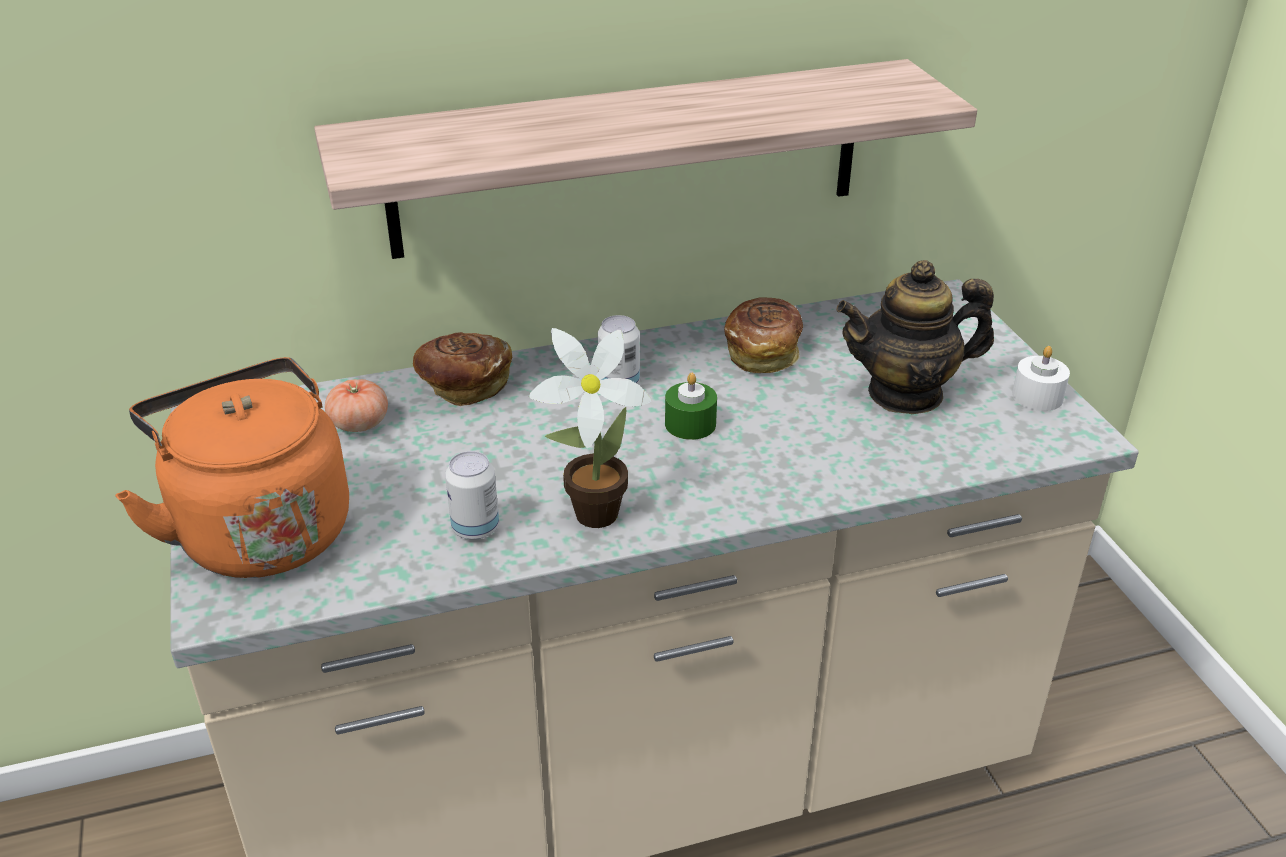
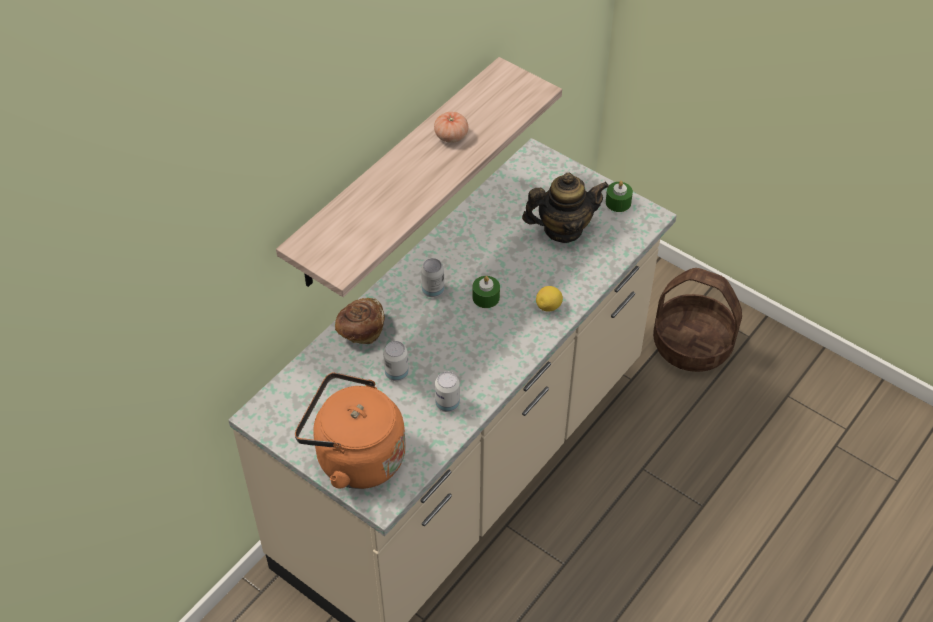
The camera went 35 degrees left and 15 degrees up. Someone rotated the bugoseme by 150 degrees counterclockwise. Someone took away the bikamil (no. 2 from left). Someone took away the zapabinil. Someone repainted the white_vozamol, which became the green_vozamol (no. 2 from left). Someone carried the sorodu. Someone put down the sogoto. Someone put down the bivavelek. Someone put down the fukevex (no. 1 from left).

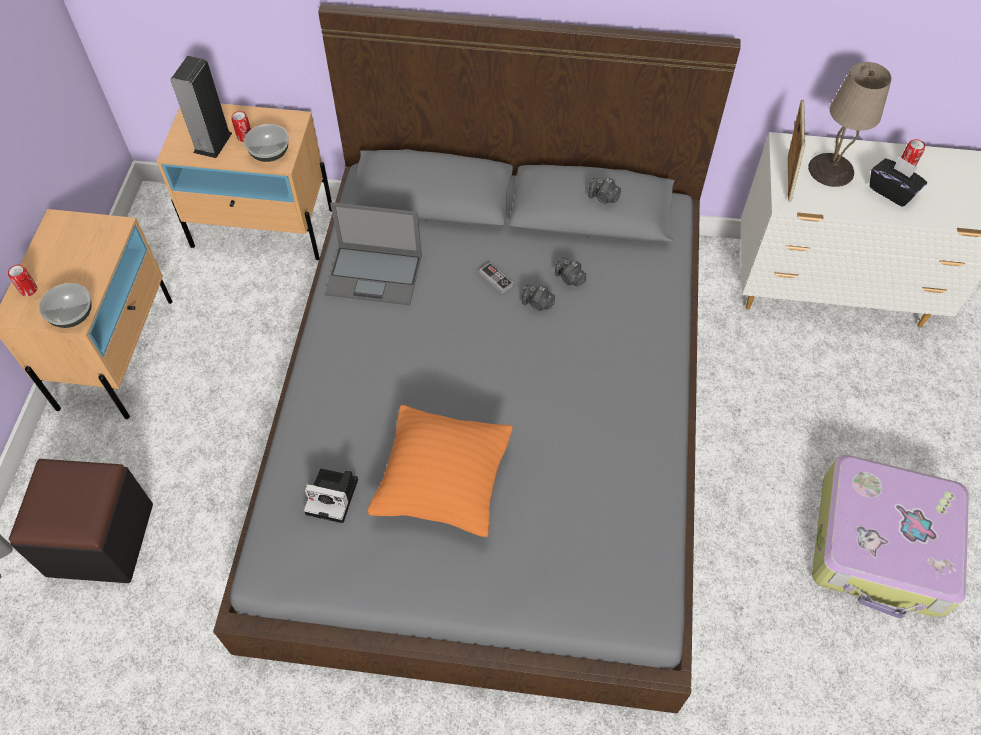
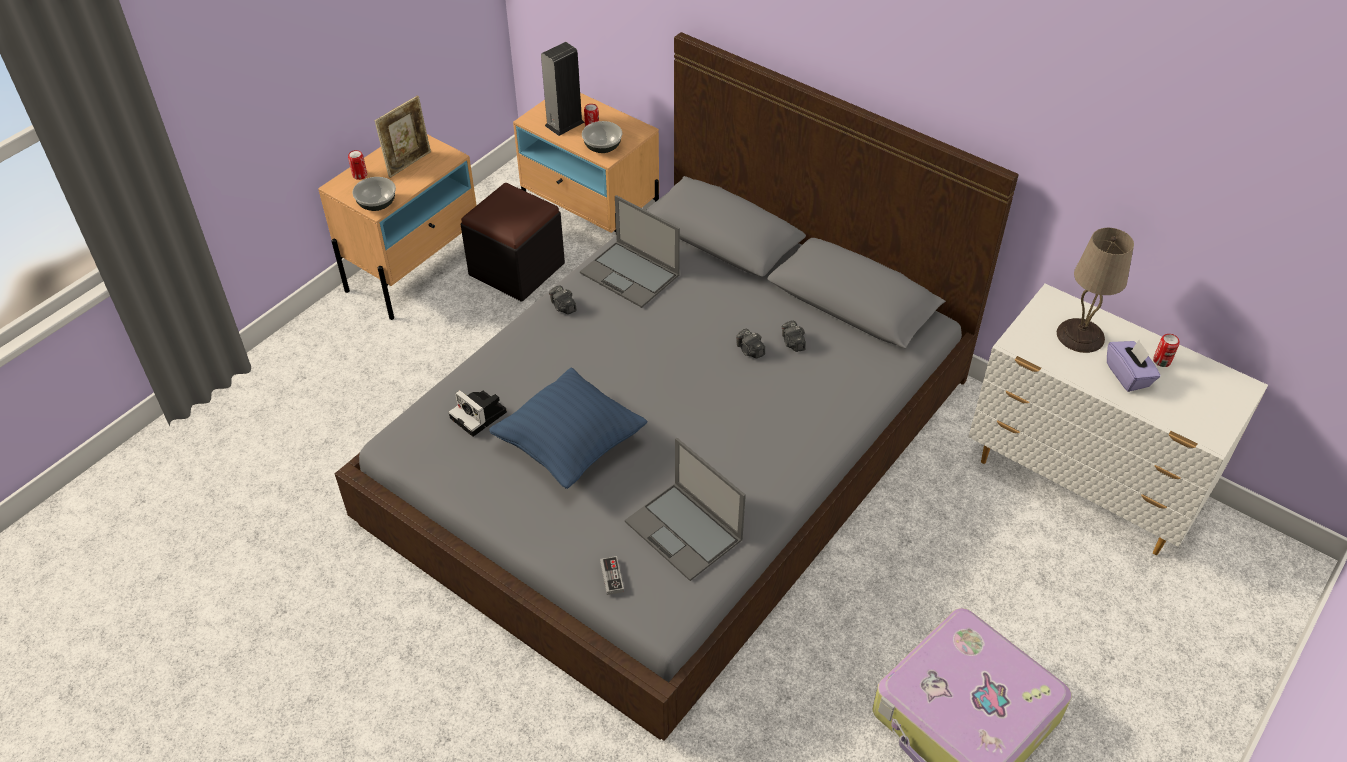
The camera went 30 degrees right and 10 degrees down. Someone carried the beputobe. Someone repainted the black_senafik, which became the purple_senafik. Someone carried the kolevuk (no. 4 from left in the first image). Someone carried the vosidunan. Someone repainted the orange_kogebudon, which became the blue_kogebudon. Someone carried the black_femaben. Someone put down the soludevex (no. 2 from left).

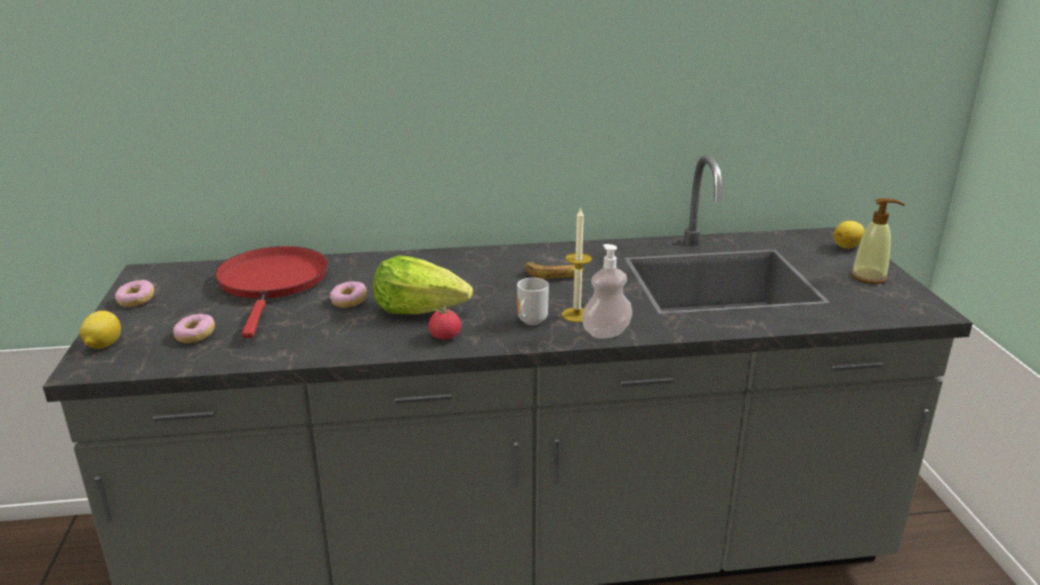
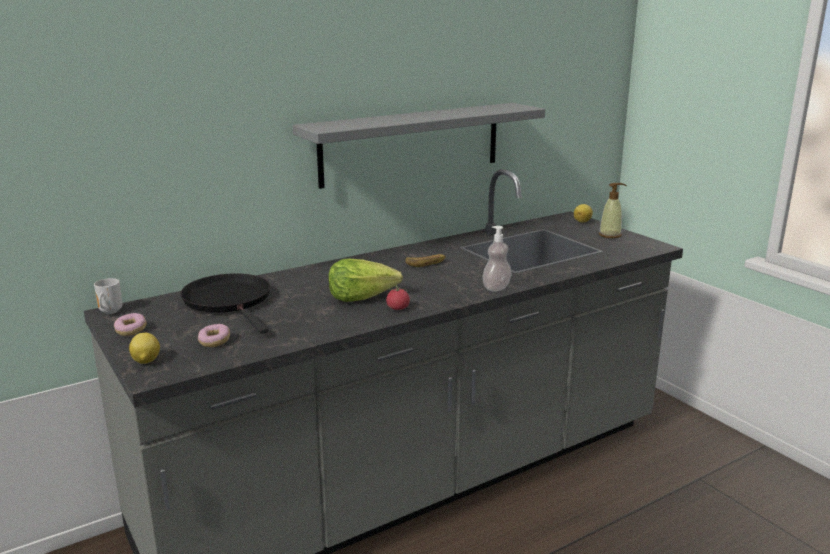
The camera went 25 degrees left and 5 degrees down. Someone took away the vozamol. Someone repainted the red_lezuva, which became the black_lezuva. Someone carried the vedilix. Someone took away the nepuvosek (no. 3 from left). Someone put up the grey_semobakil.

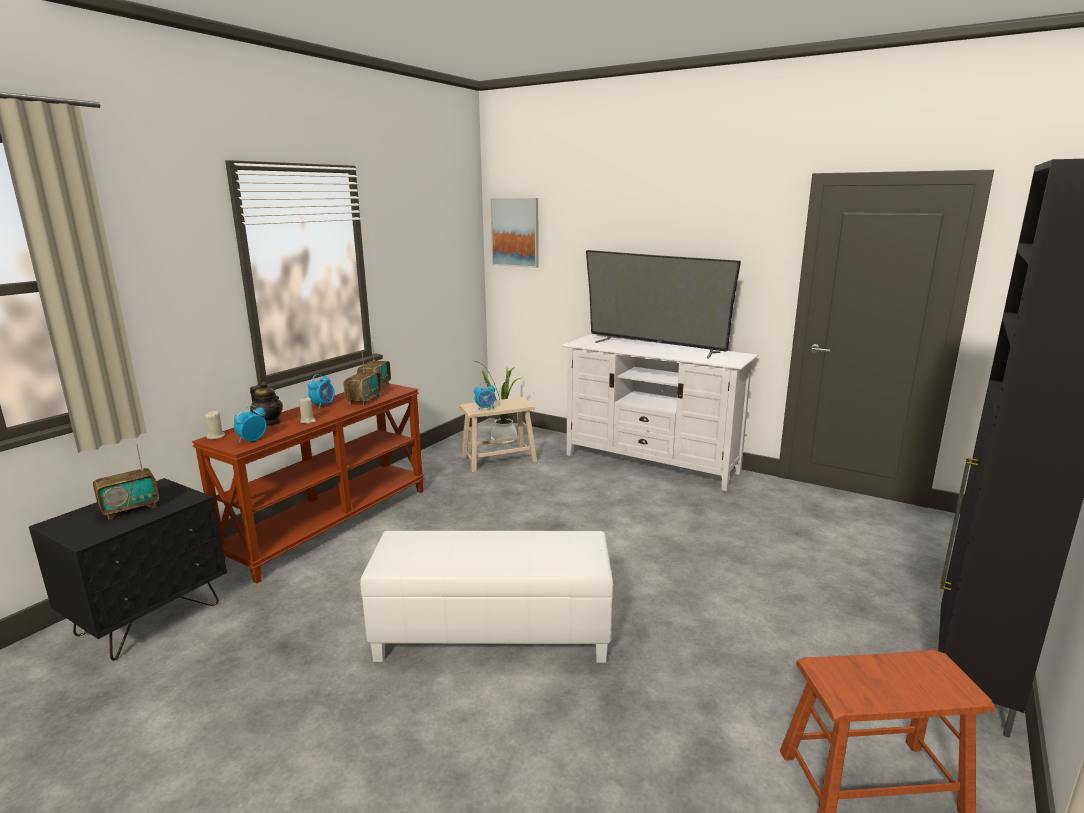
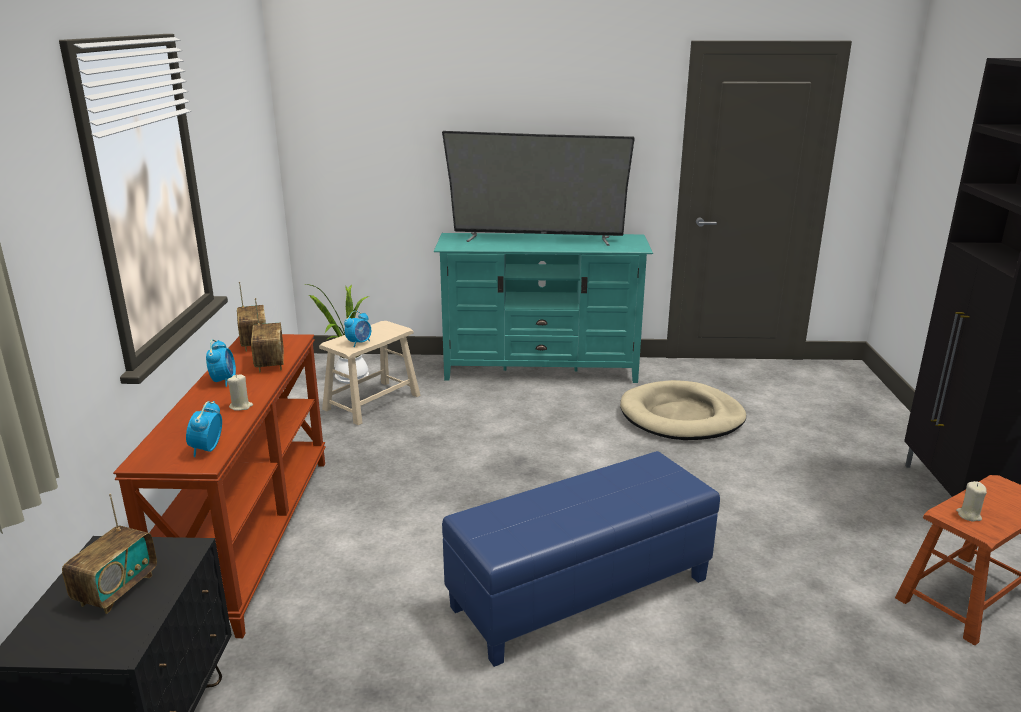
The camera went 30 degrees left and 5 degrees up. Someone took away the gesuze. Someone repainted the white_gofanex, which became the turquoise_gofanex. Someone took away the bugoseme. Someone carried the beige_vozamol (no. 1 from left in the first image). Someone repainted the white_femaben, which became the blue_femaben. Someone put down the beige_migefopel.

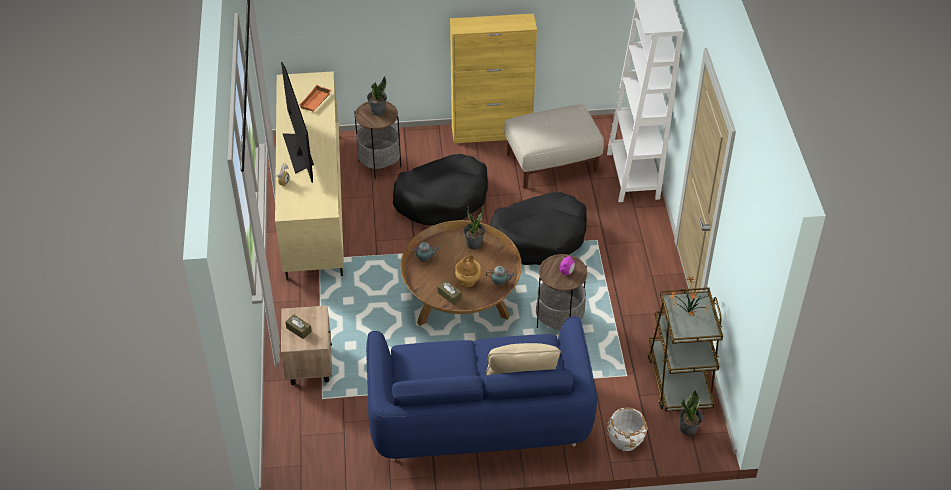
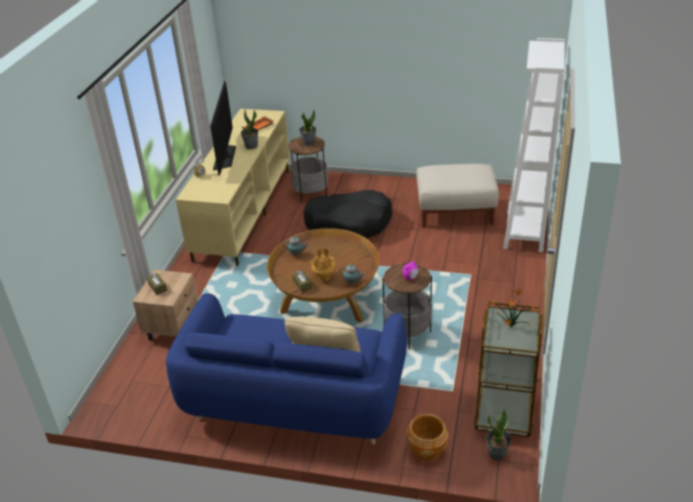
The camera went 20 degrees right and 10 degrees down. Someone took away the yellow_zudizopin. Someone took away the black_migefopel (no. 2 from left). Someone carried the zapabinil (no. 2 from left in the first image). Someone repainted the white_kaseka, which became the brown_kaseka.

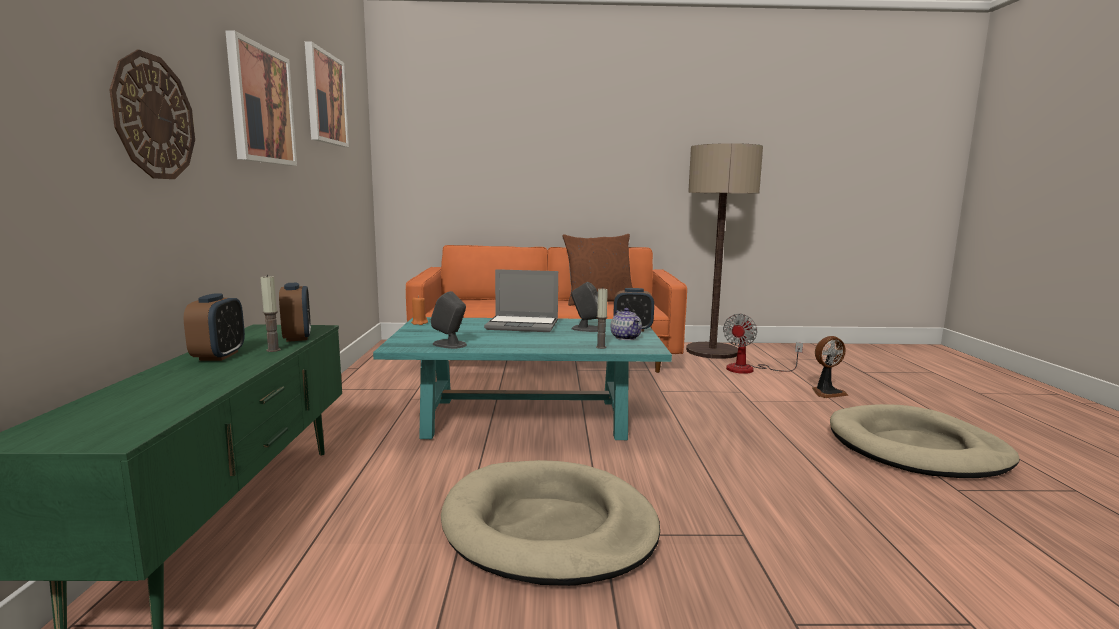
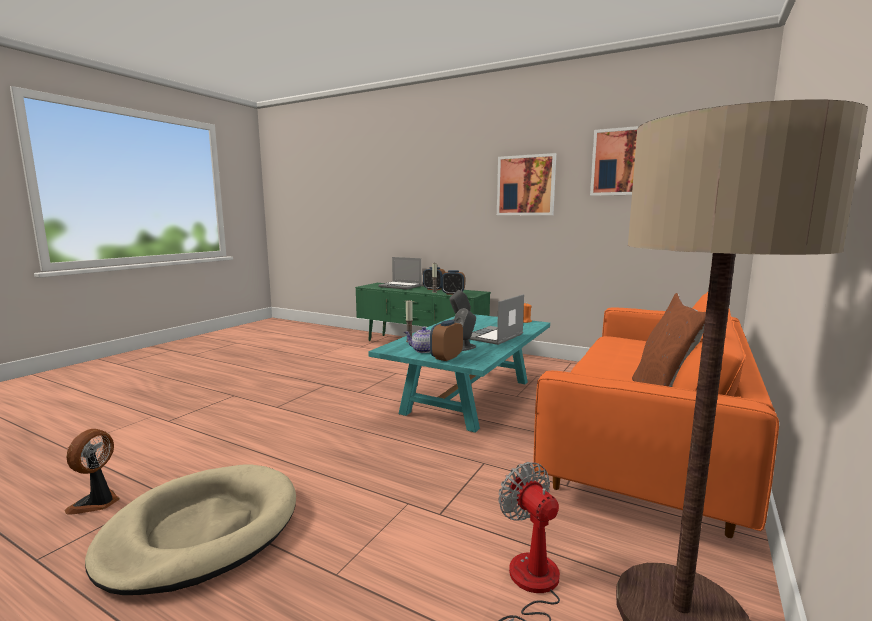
The camera went 120 degrees right and 0 degrees up. Someone took away the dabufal. Someone carried the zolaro (no. 2 from left in the first image). Someone took away the beige_migefopel (no. 1 from left). Someone put down the soludevex (no. 1 from left).

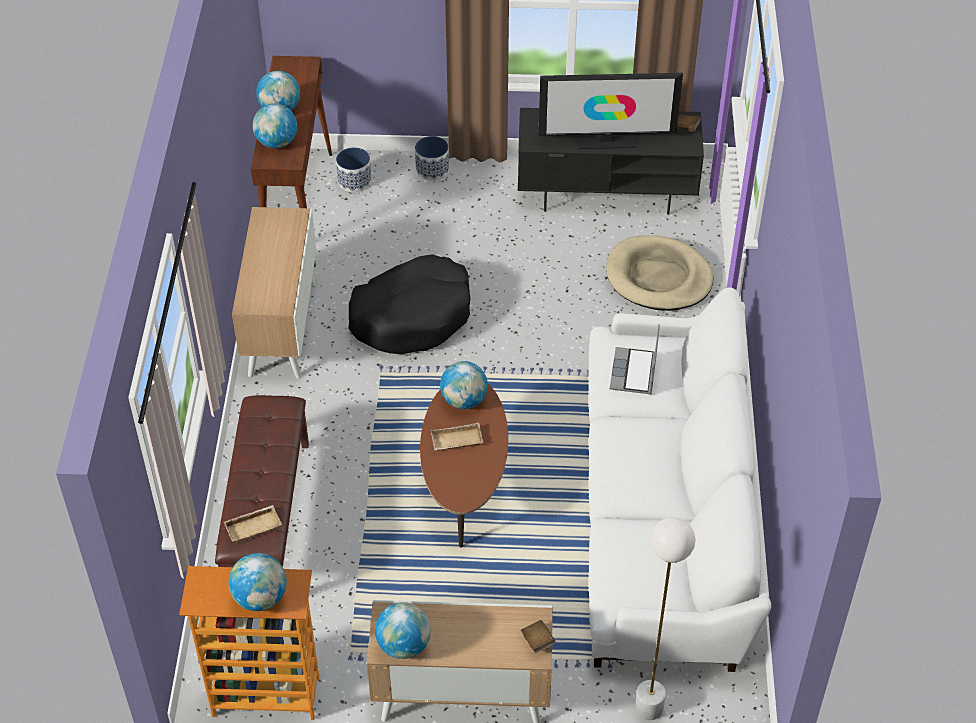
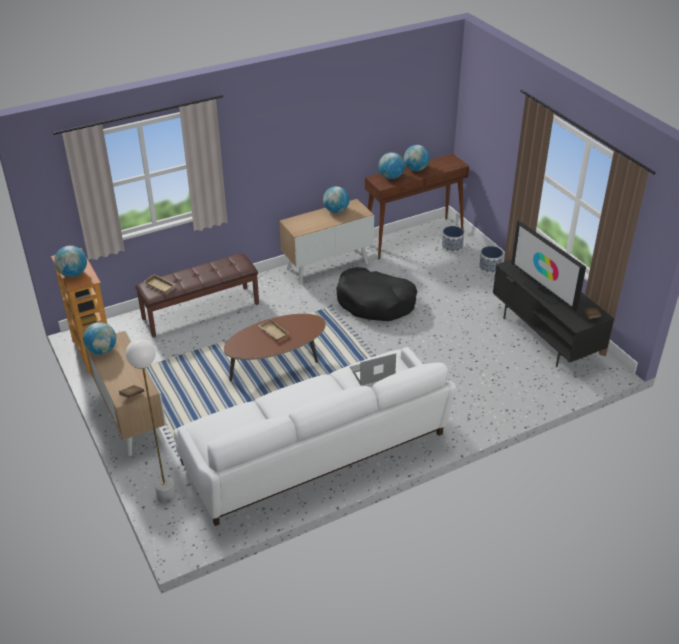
The camera went 60 degrees right and 10 degrees down. Someone took away the beige_migefopel. Someone carried the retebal (no. 5 from left in the first image).

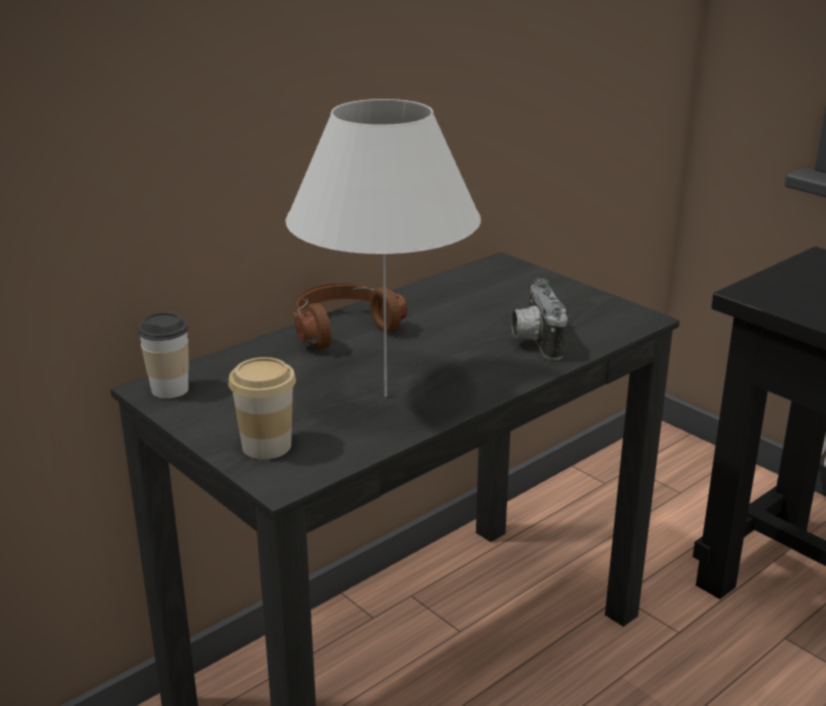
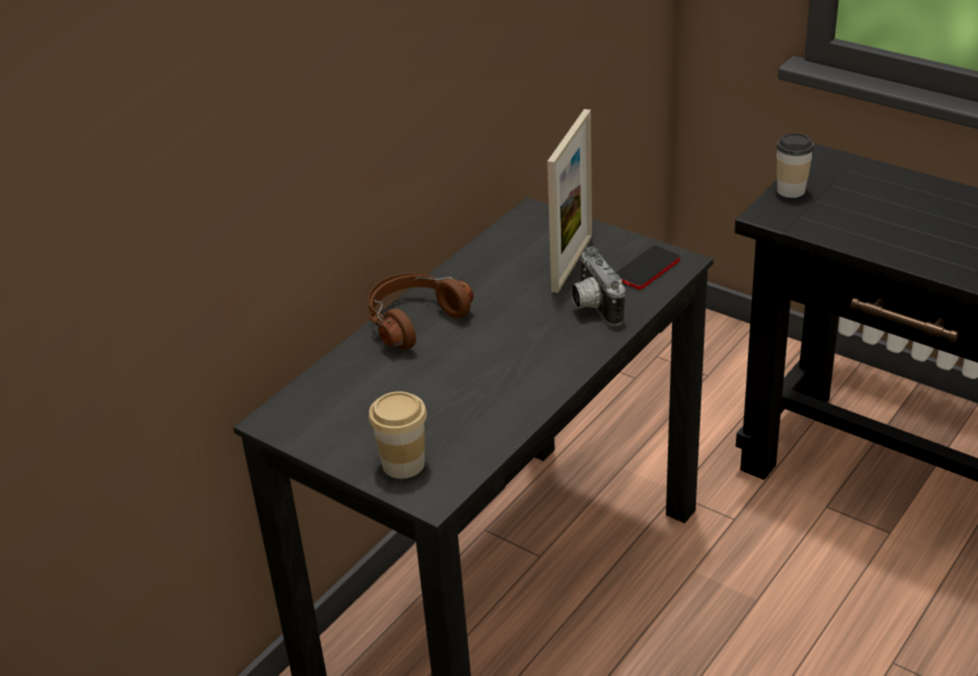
The camera went 10 degrees left and 10 degrees up. Someone took away the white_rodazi. Someone carried the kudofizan (no. 1 from left in the first image). Someone put down the beputobe. Someone put down the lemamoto.

